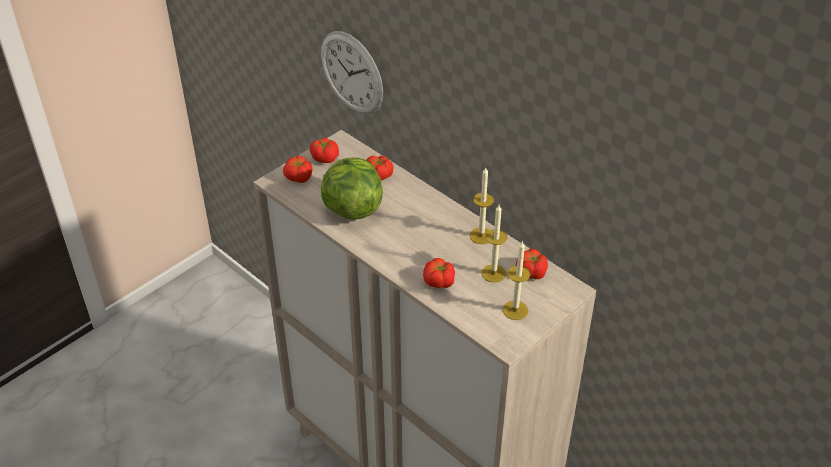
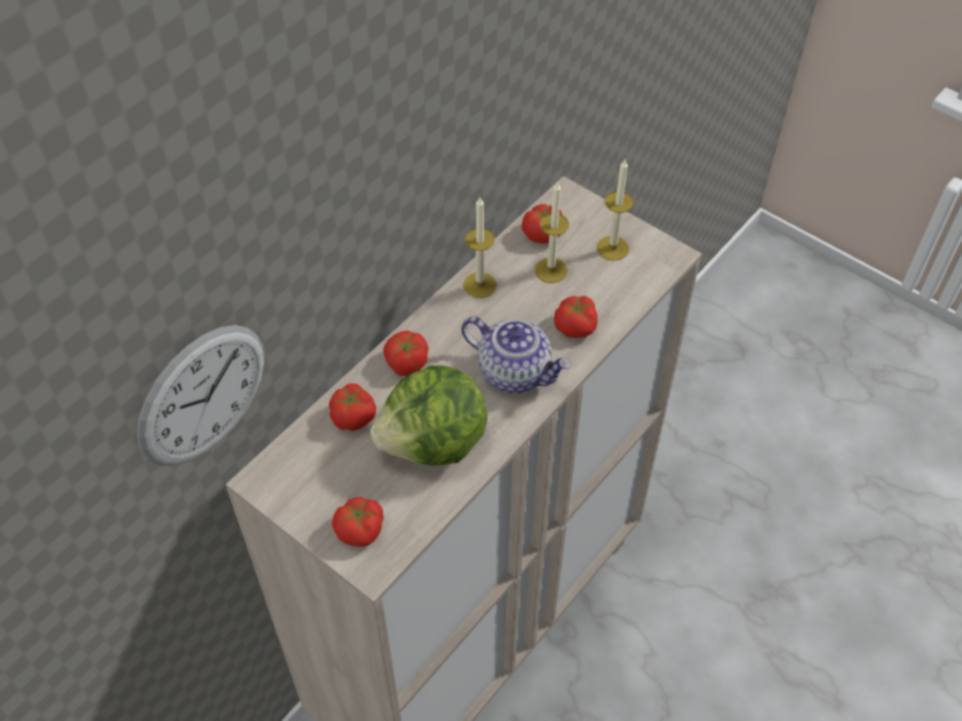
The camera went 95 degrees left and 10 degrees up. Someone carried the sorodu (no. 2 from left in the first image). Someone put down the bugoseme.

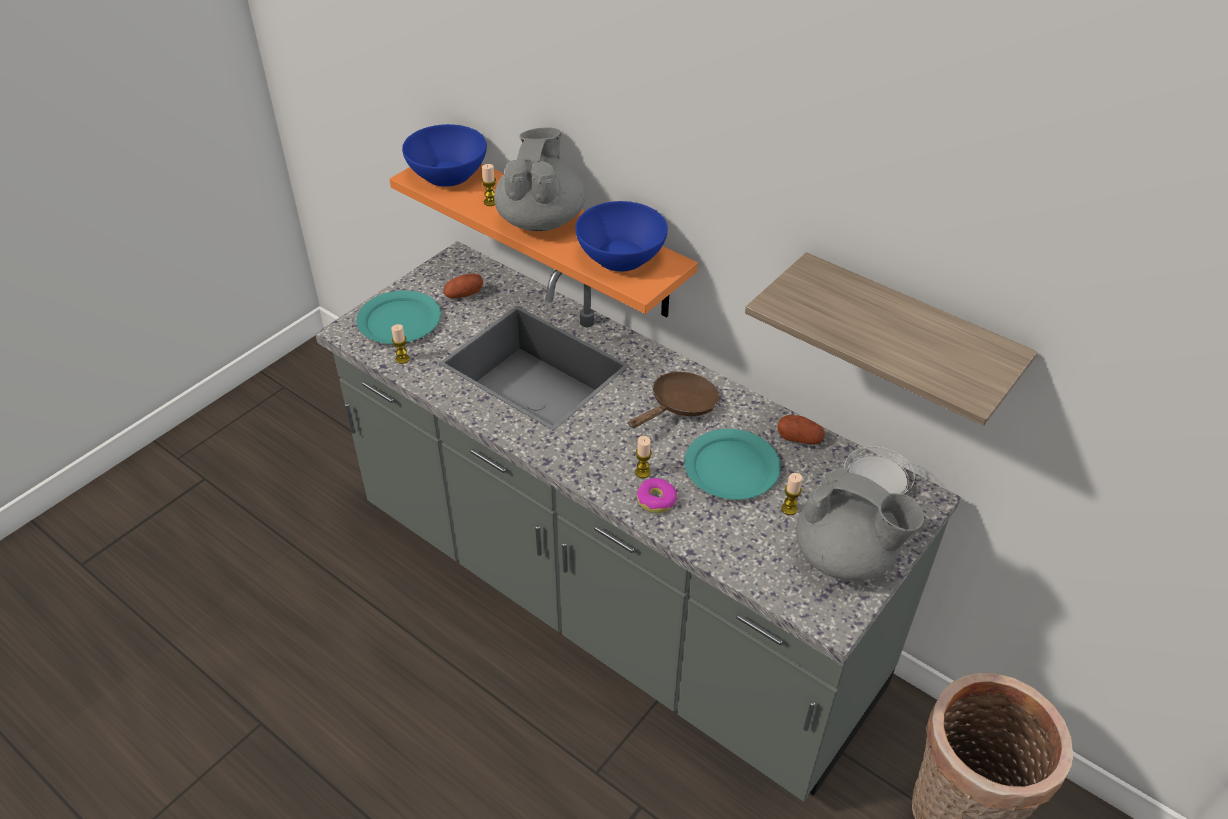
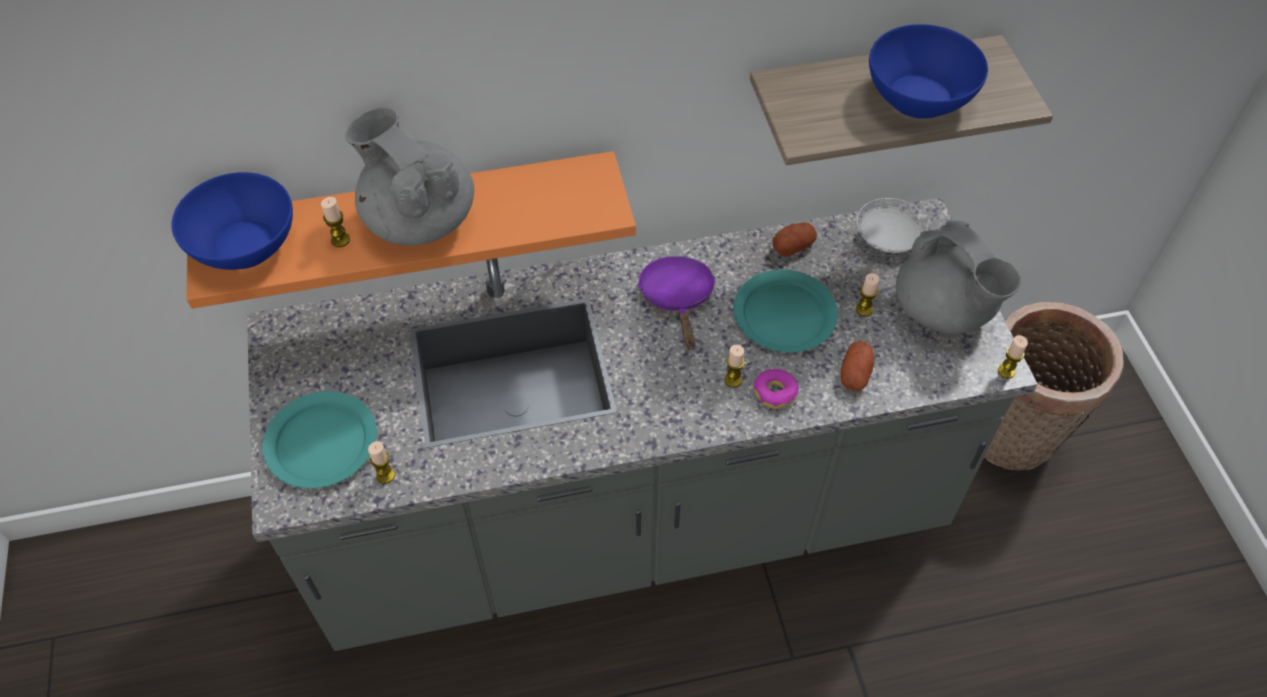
The camera went 50 degrees left and 10 degrees up. Someone carried the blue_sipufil (no. 2 from left). Someone carried the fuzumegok (no. 1 from left in the first image). Someone repainted the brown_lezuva, which became the purple_lezuva. Someone rotated the grey_bugoseme (no. 2 from left) by 75 degrees clockwise. Someone put down the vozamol (no. 5 from left).

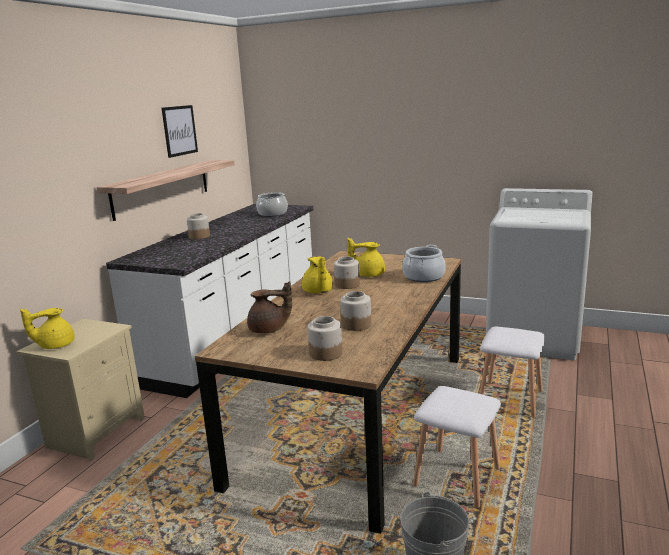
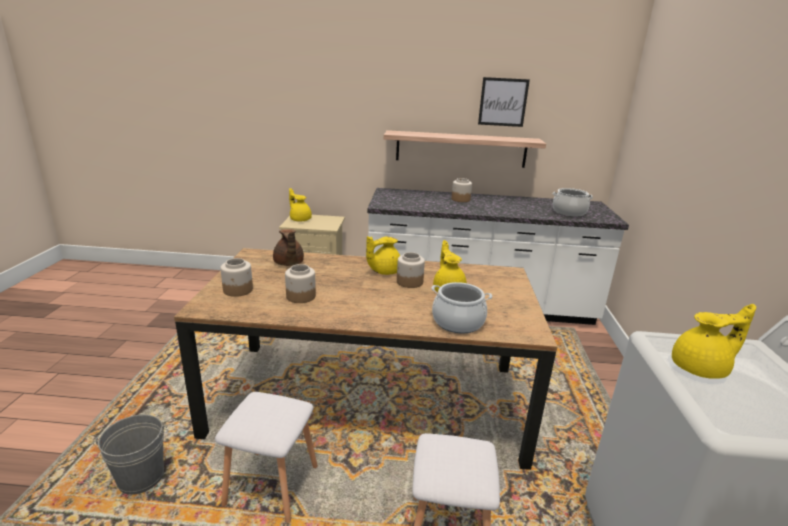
The camera went 70 degrees right and 5 degrees up. Someone put down the yellow_bugoseme (no. 4 from left).

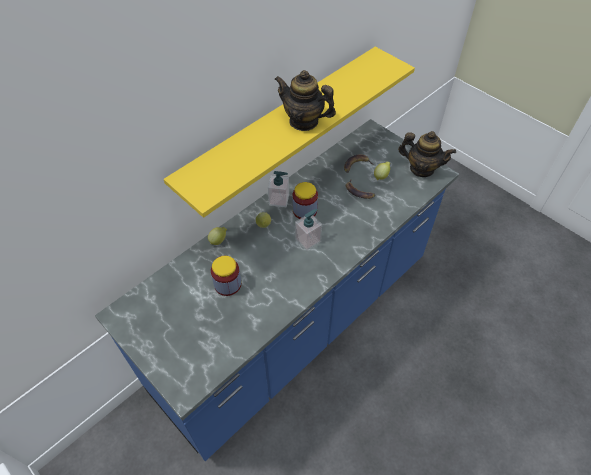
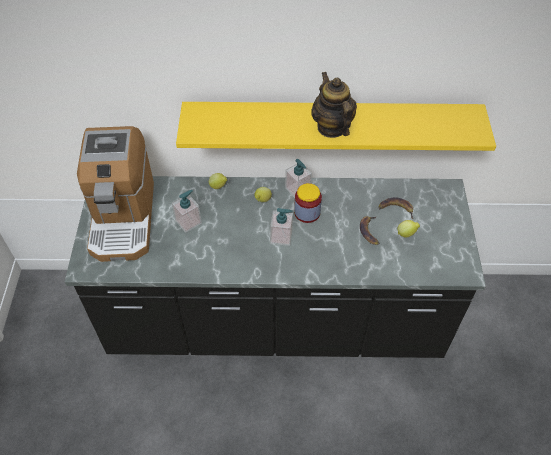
The camera went 45 degrees right and 0 degrees up. Someone repainted the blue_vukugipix, which became the black_vukugipix. Someone took away the bugoseme (no. 2 from left). Someone swapped the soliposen (no. 1 from left) for the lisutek (no. 1 from left). Someone put down the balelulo.

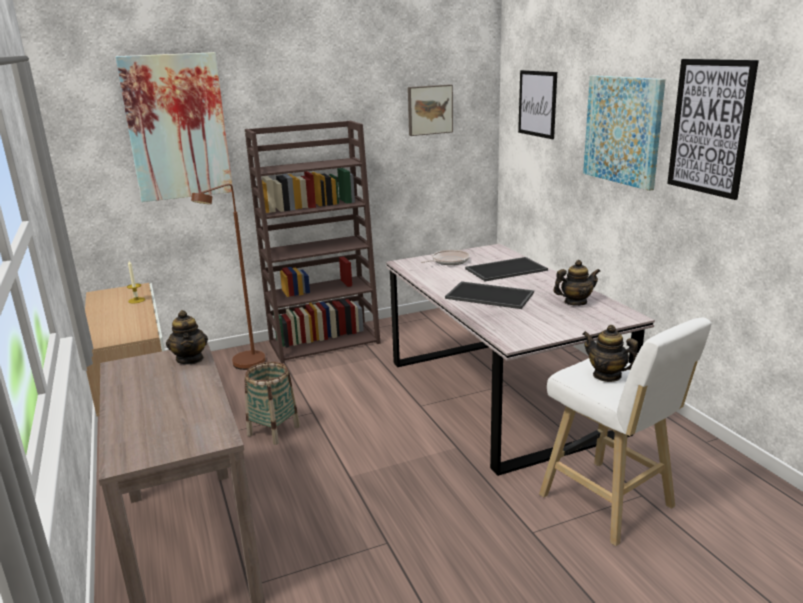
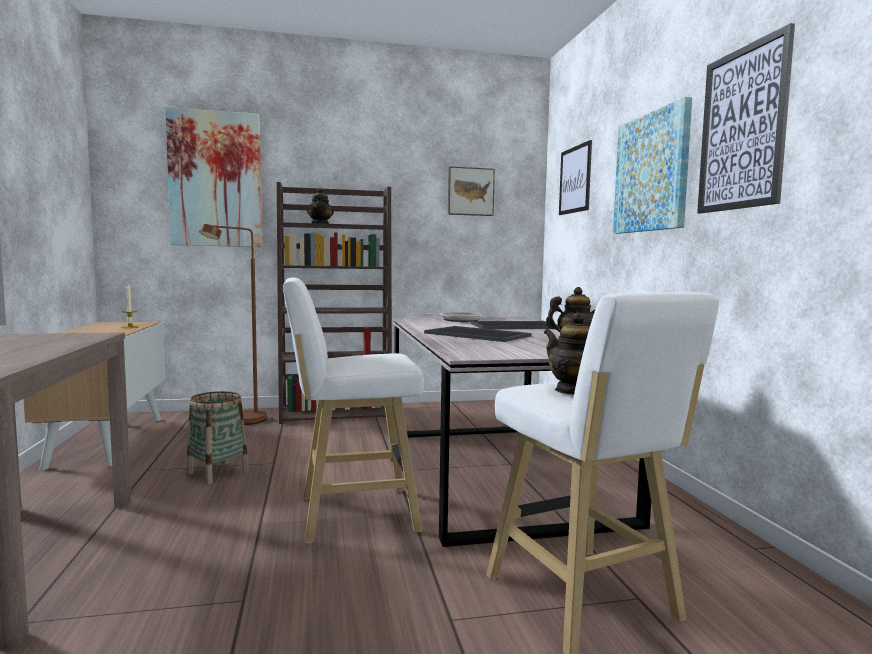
The camera went 10 degrees right and 15 degrees down. Someone carried the bugoseme (no. 1 from left). Someone put down the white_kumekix (no. 1 from left).

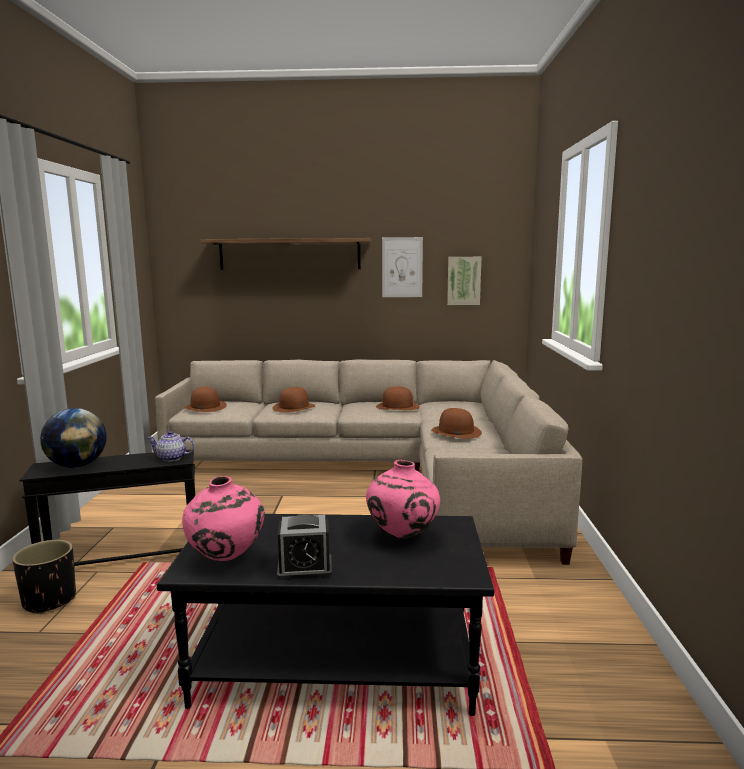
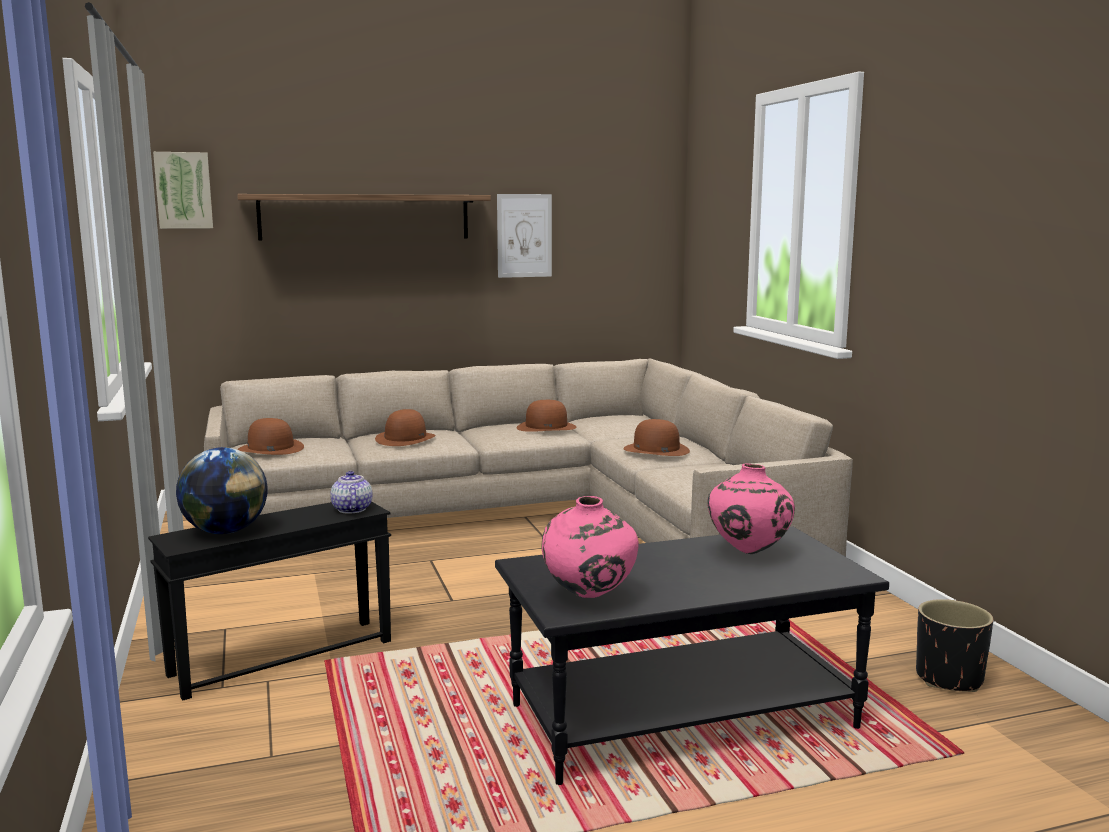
The camera went 20 degrees left and 0 degrees up. Someone carried the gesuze (no. 2 from left in the first image). Someone rotated the bugoseme by 90 degrees clockwise. Someone took away the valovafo. Someone carried the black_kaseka.

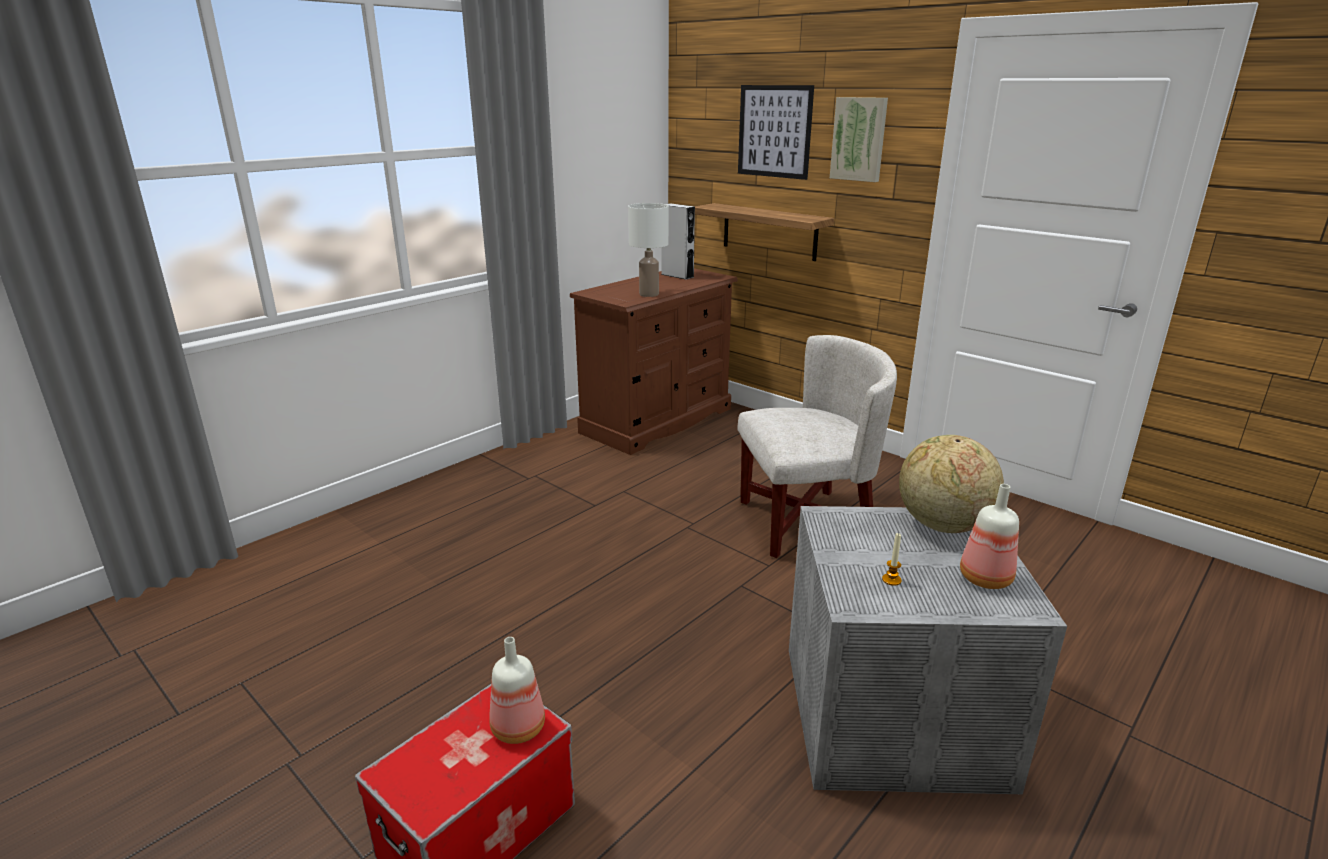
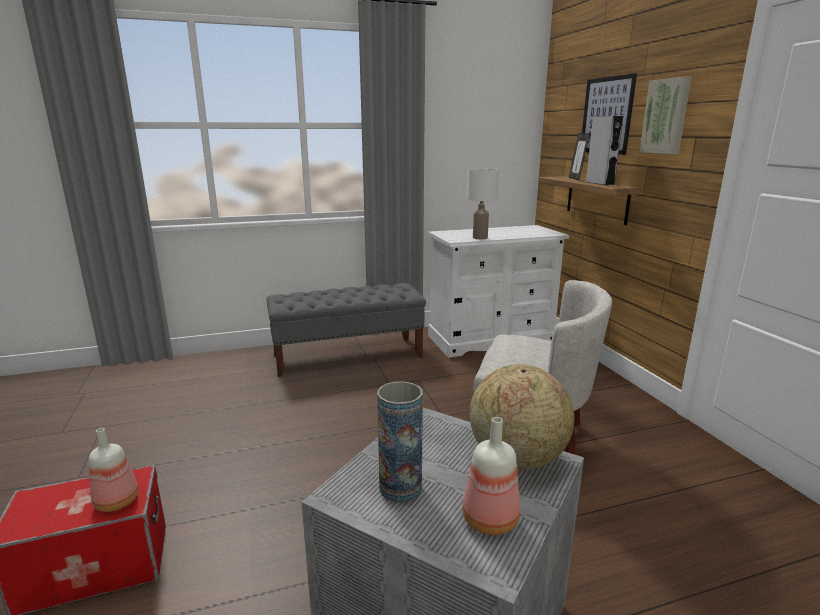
The camera went 30 degrees right and 5 degrees down. Someone carried the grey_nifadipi. Someone repainted the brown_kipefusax, which became the white_kipefusax. Someone swapped the vozamol for the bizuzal. Someone put down the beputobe. Someone put down the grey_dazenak.

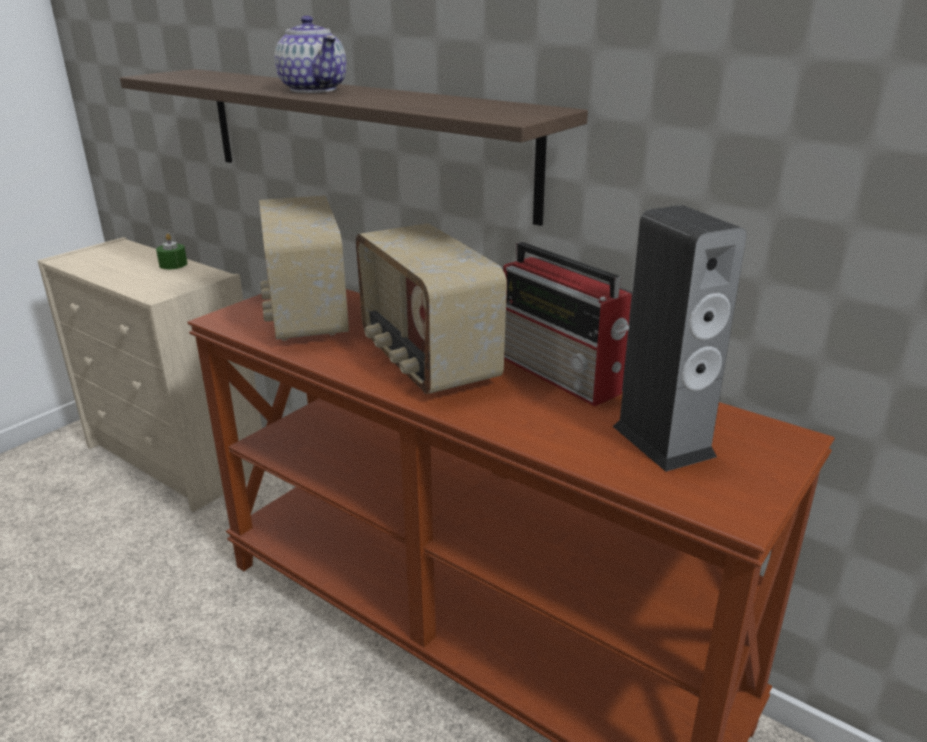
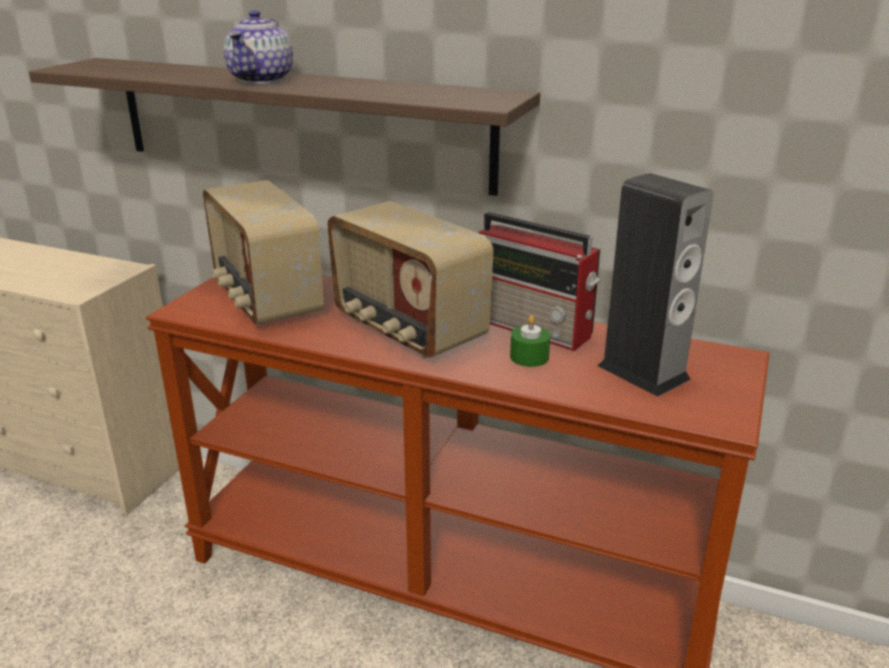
The camera went 15 degrees left and 0 degrees up. Someone rotated the bugoseme by 60 degrees clockwise. Someone carried the green_vozamol.

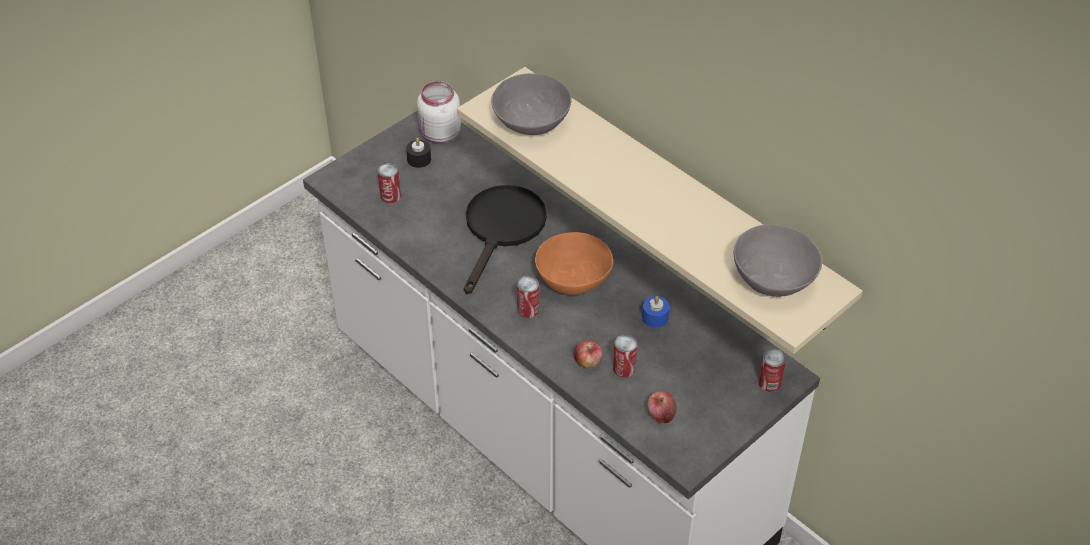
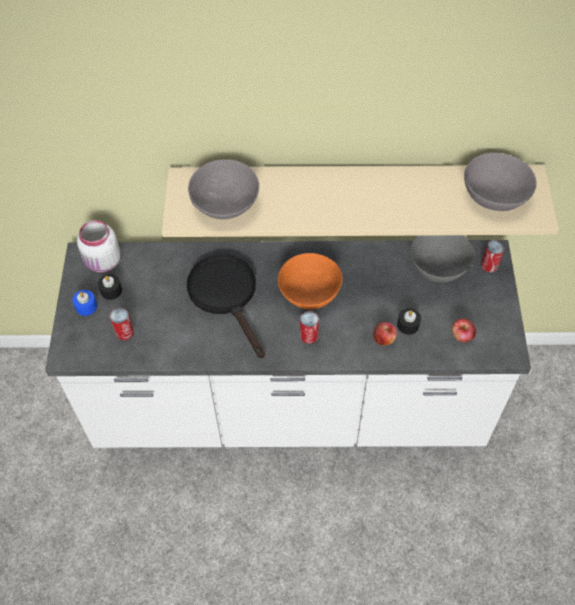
The camera went 45 degrees left and 10 degrees up. Someone carried the blue_vozamol. Someone swapped the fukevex (no. 3 from left) for the black_vozamol (no. 2 from left). Someone put down the grey_sipufil (no. 2 from left).

